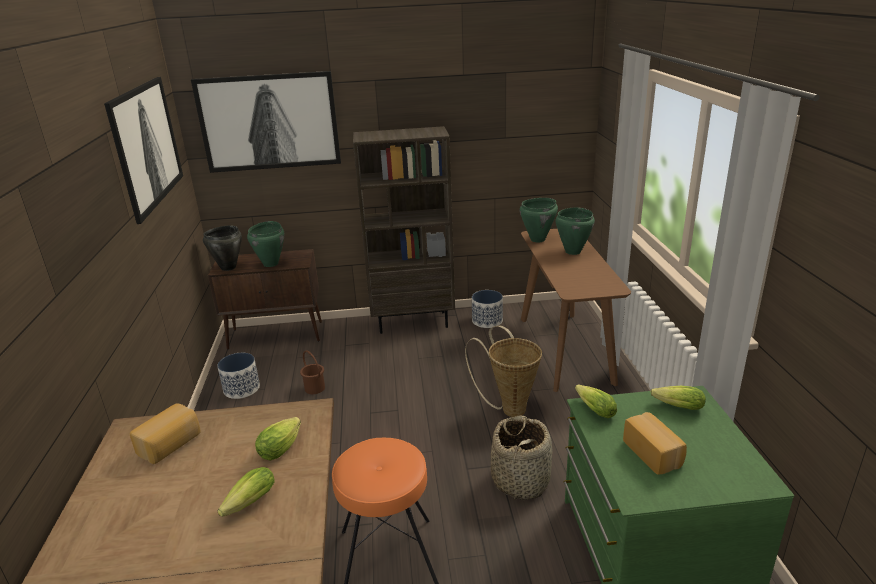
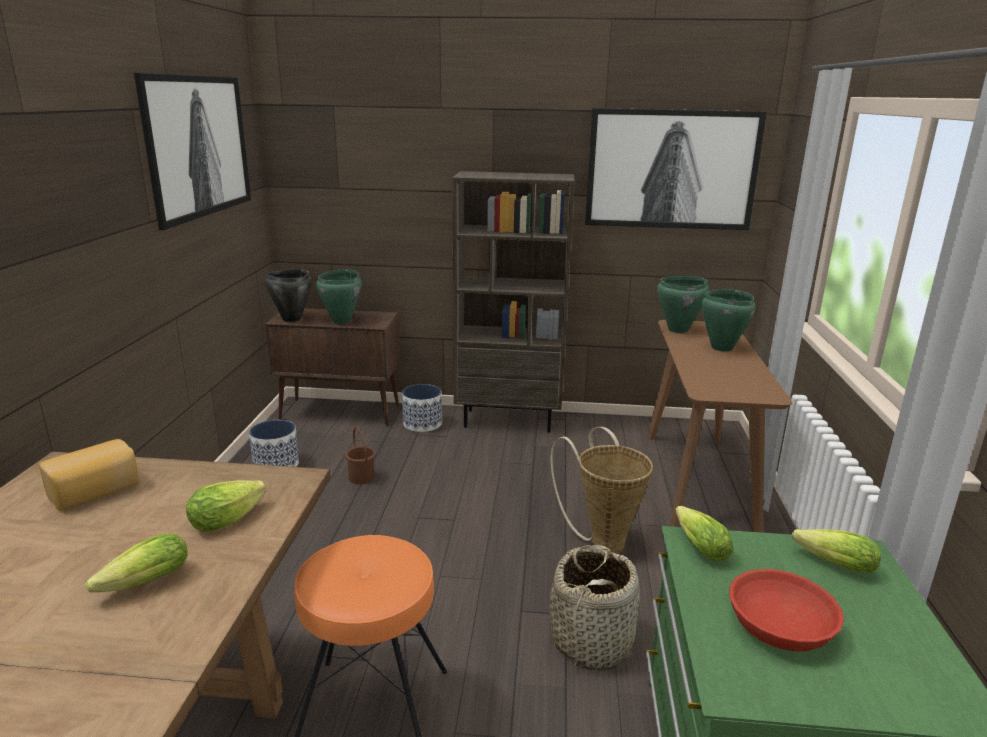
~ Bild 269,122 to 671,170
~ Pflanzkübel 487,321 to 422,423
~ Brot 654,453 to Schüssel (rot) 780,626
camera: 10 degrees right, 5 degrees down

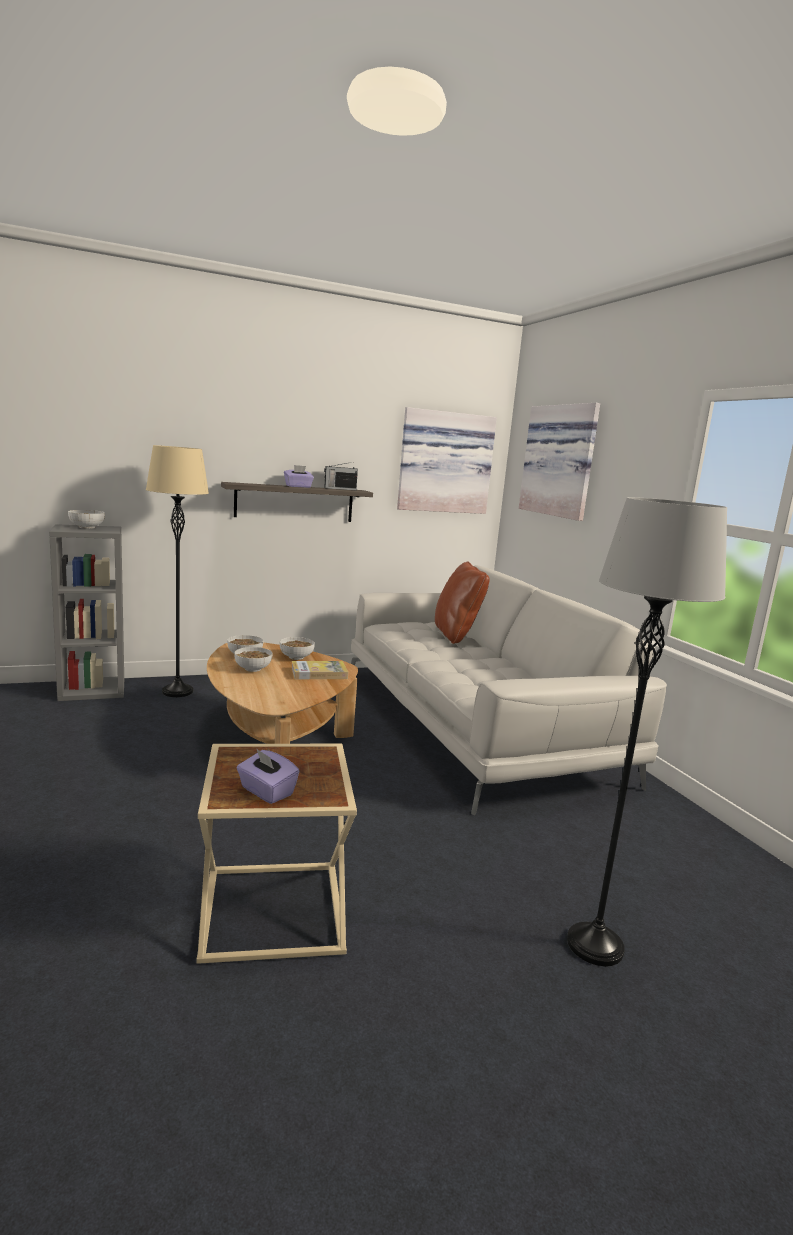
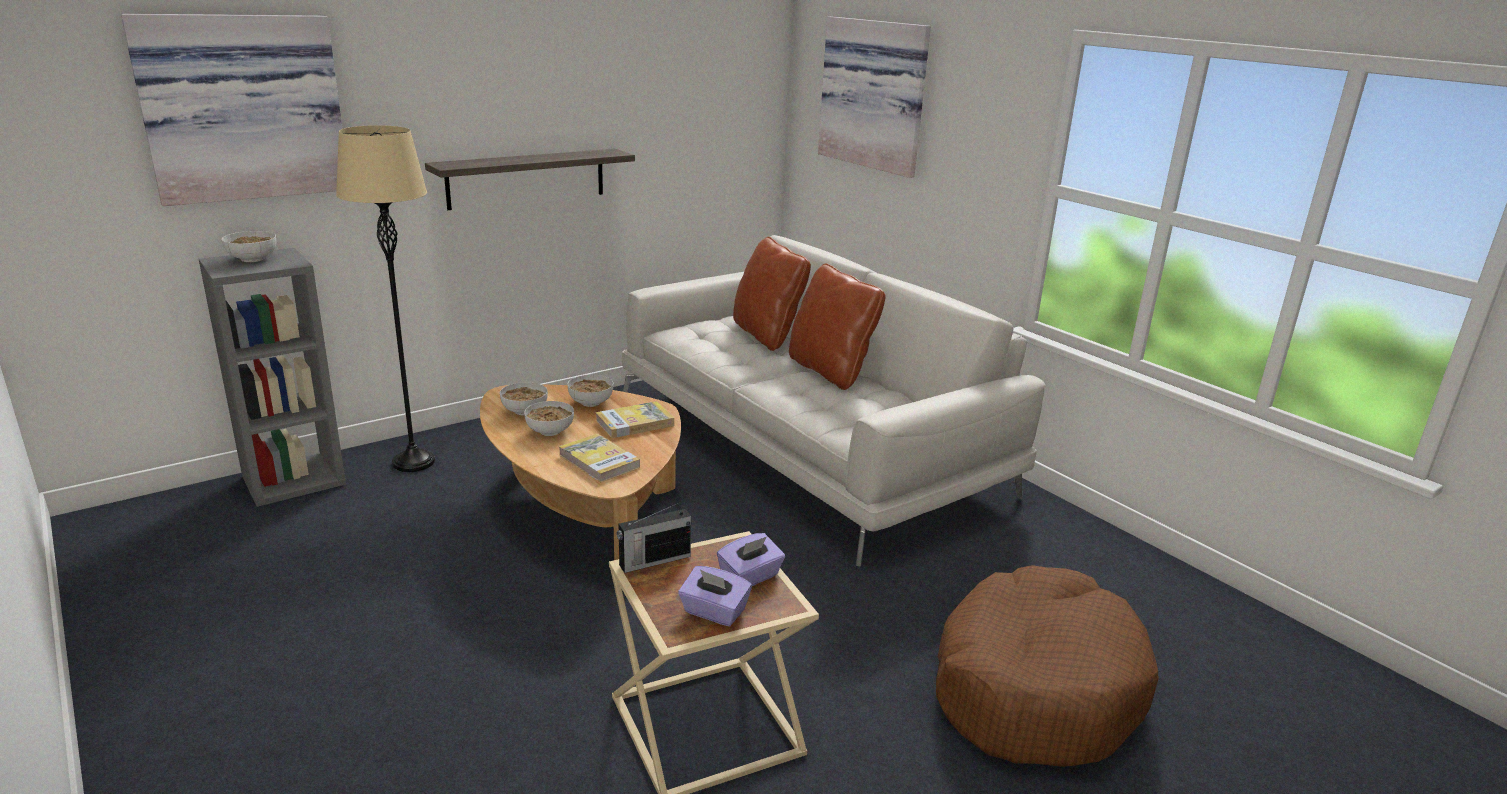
~ Taschentuchbox (lila) 298,486 to 750,577
~ Radio 339,489 to 653,561
~ Bild 444,462 to 243,108
~ Stehlampe (grau) 595,945 to Hundebett (braun) 1035,687
+ Buch 599,461
+ Kissen (braun) 830,371
camera: 15 degrees left, 10 degrees up

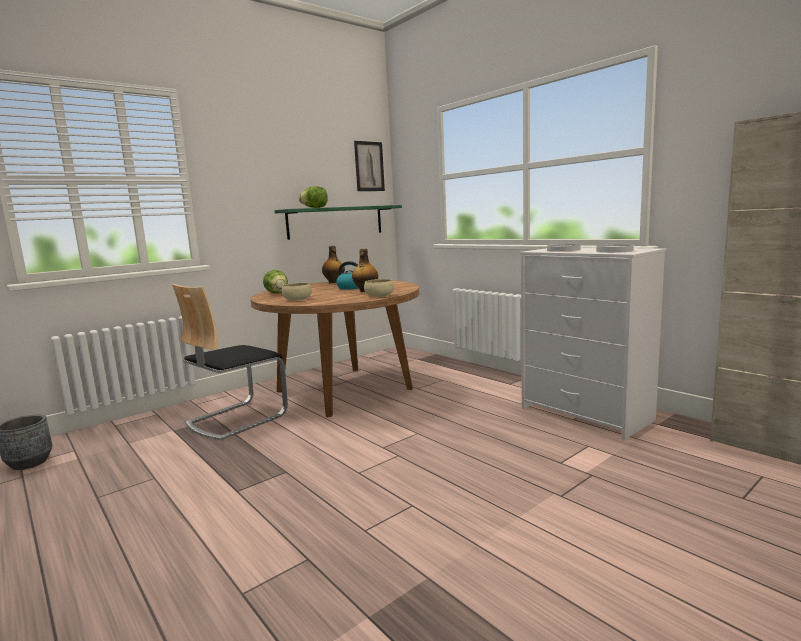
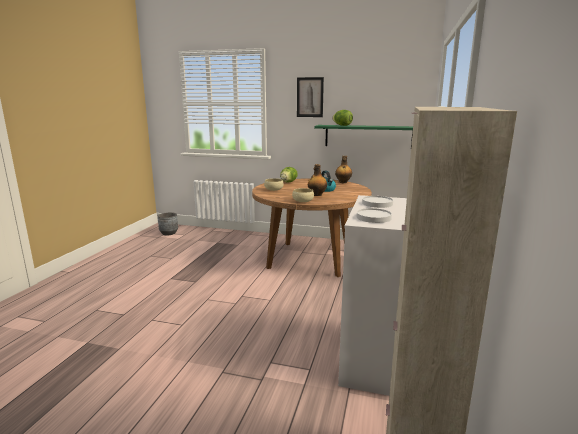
- Stuhl 236,418
~ Bild 369,166 to 310,97
camera: 55 degrees right, 5 degrees up

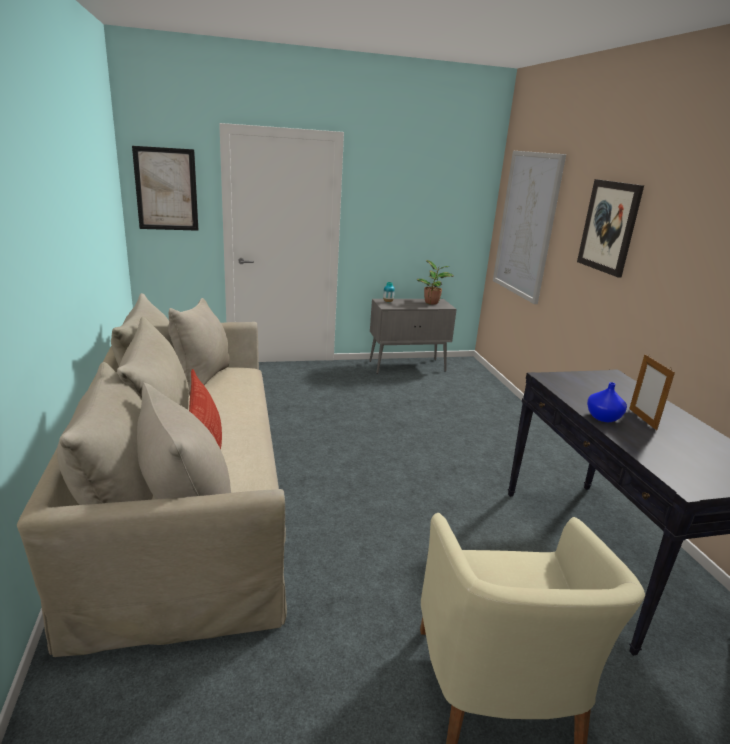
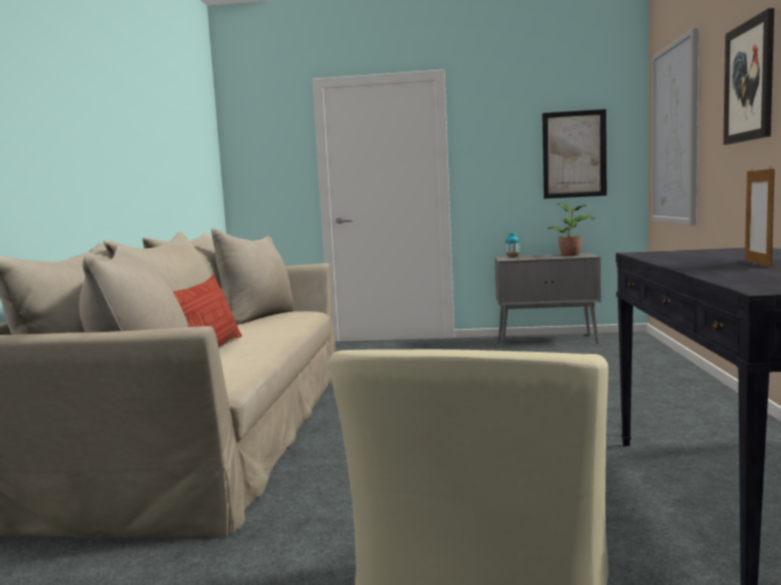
~ Bild 166,189 to 574,154
- Vase (blau) 602,417
camera: 20 degrees right, 15 degrees down

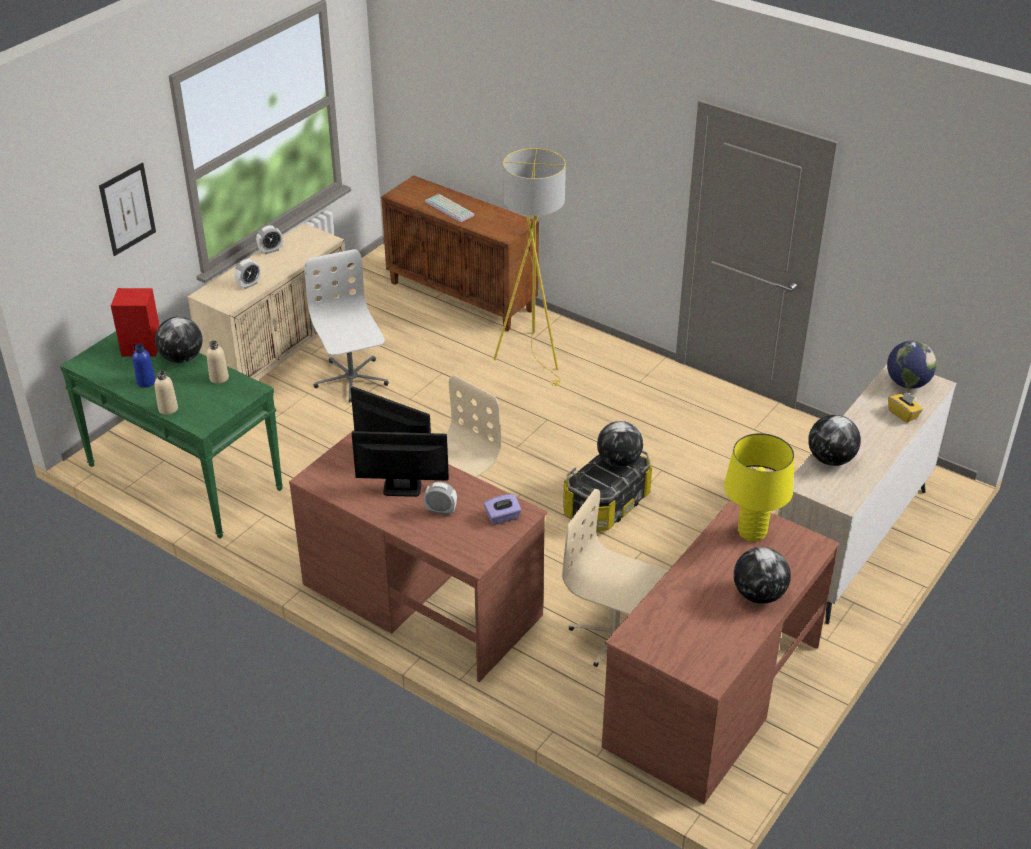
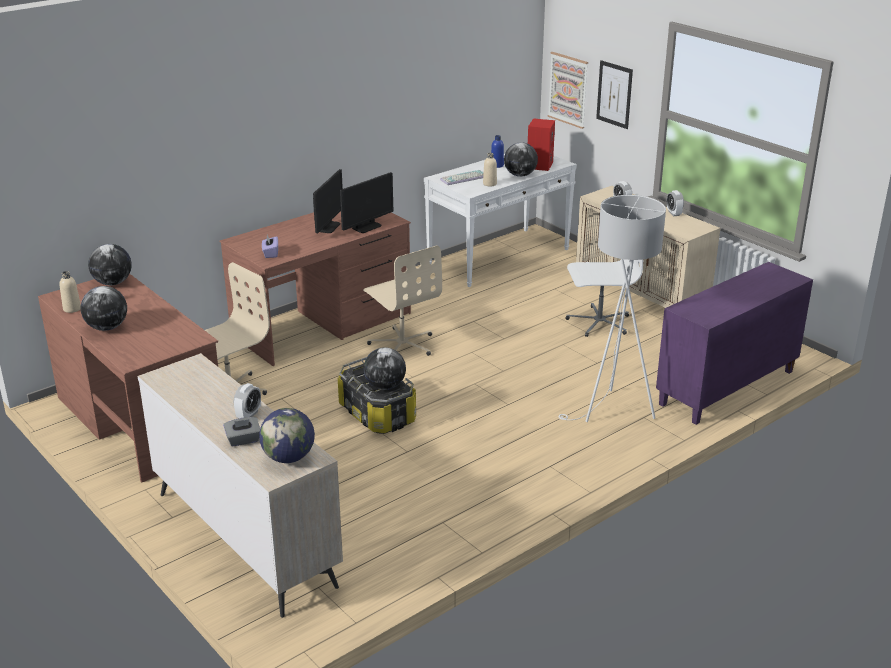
~ Konsolentisch (grün) 184,477 to Konsolentisch (weiß) 499,257
~ Flasche (beige) 168,409 to 72,309
~ Schrank (braun) 462,296 to Schrank (lila) 727,388
~ Wecker 440,511 to 249,415
~ Tastatur 450,208 to 463,178
~ Stehlampe (gelb) 533,355 to Stehlampe (weiß) 613,412
- Tischlampe (gelb) 752,532
~ Globus 831,459 to 113,283
~ Taschentuchbox (gelb) 903,414 to Taschentuchbox (grau) 243,440
+ Bild 568,89
camera: 105 degrees right, 10 degrees down

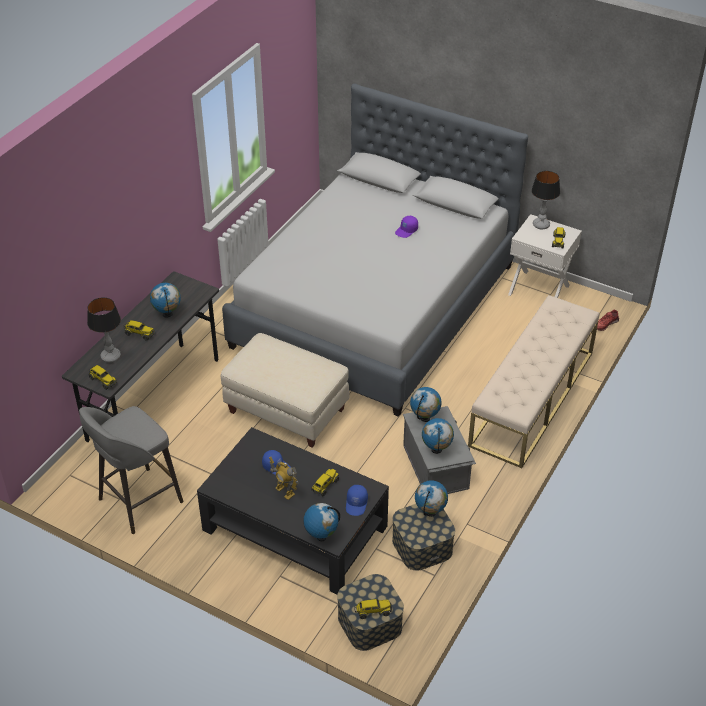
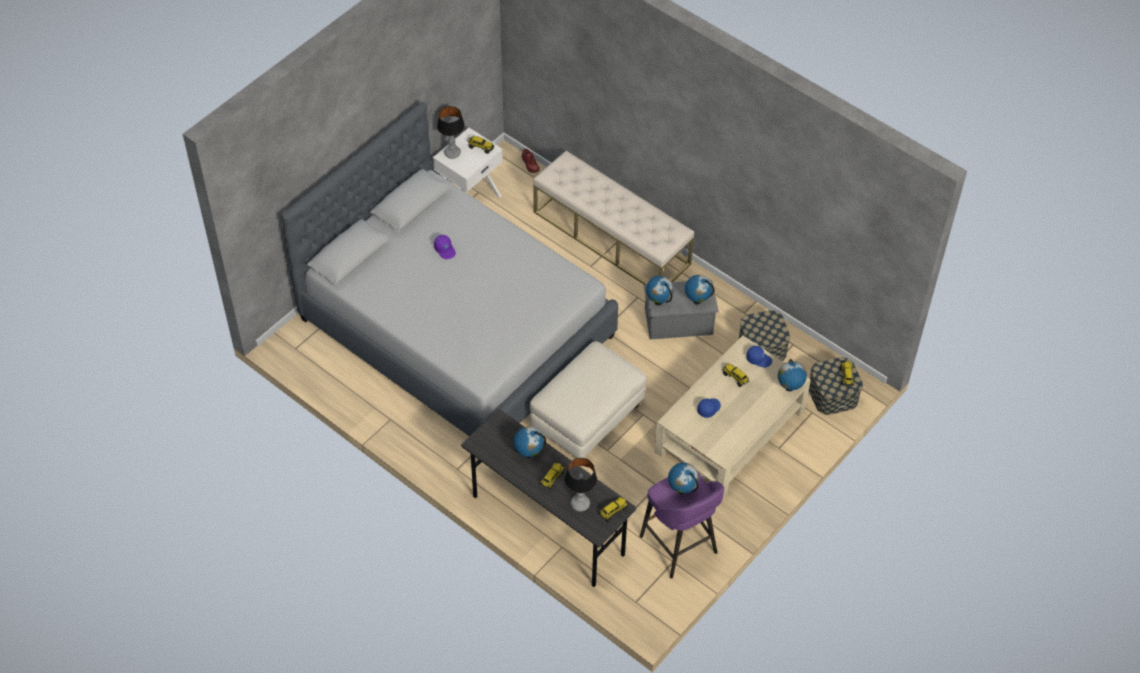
~ Hocker (grau) 138,502 to Hocker (lila) 679,546
~ Couchtisch (schwarz) 295,528 to Couchtisch (beige) 730,430
- Spielzeugroboter 285,491
~ Globus 430,512 to 682,490
camera: 80 degrees left, 10 degrees up

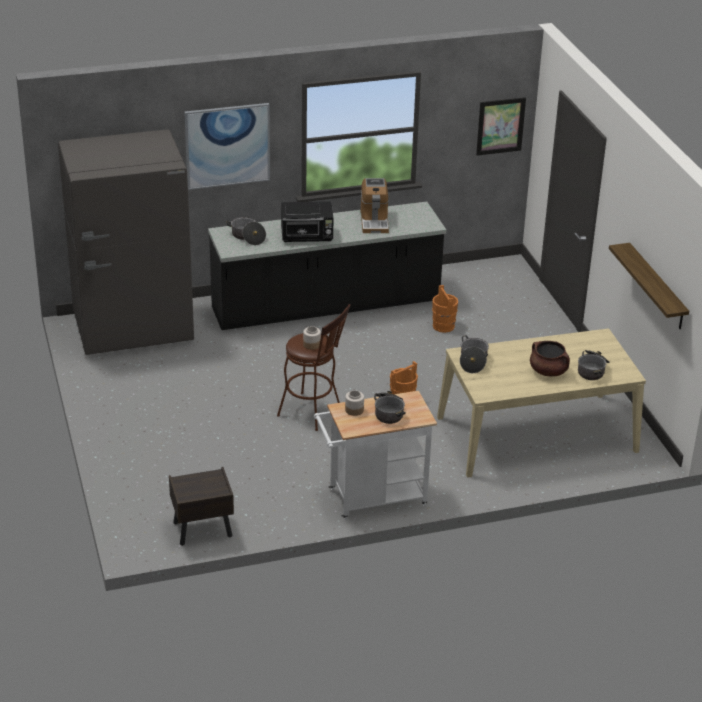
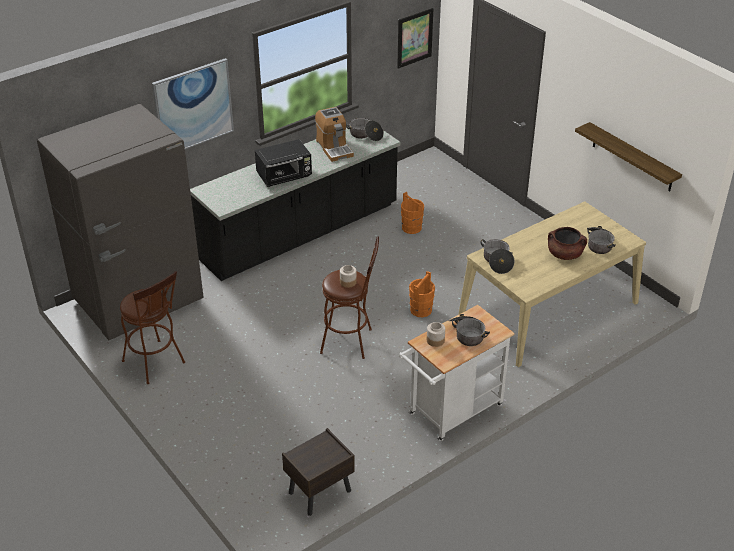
~ Kochtopf 247,237 to 365,135
+ Hocker (braun) 156,364
camera: 20 degrees left, 5 degrees up

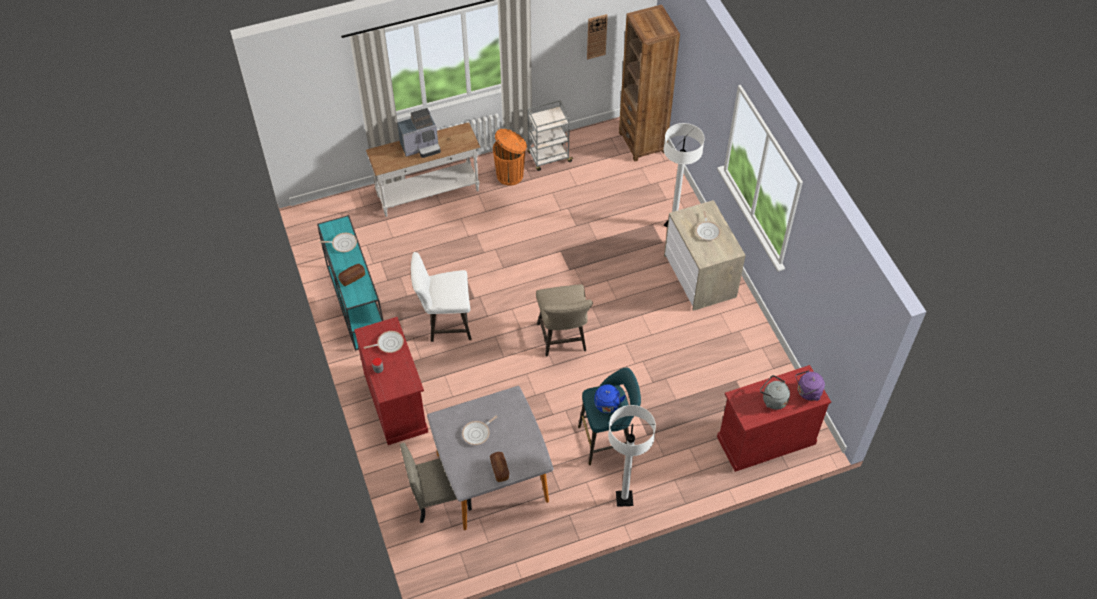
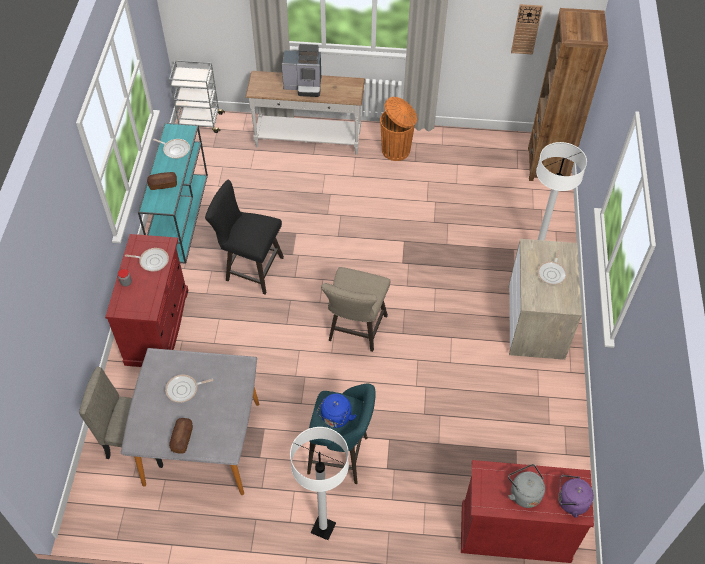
~ Hocker (weiß) 445,323 to Hocker (schwarz) 250,268
~ Rollwagen (grau) 549,157 to 200,122
camera: 25 degrees right, 0 degrees up

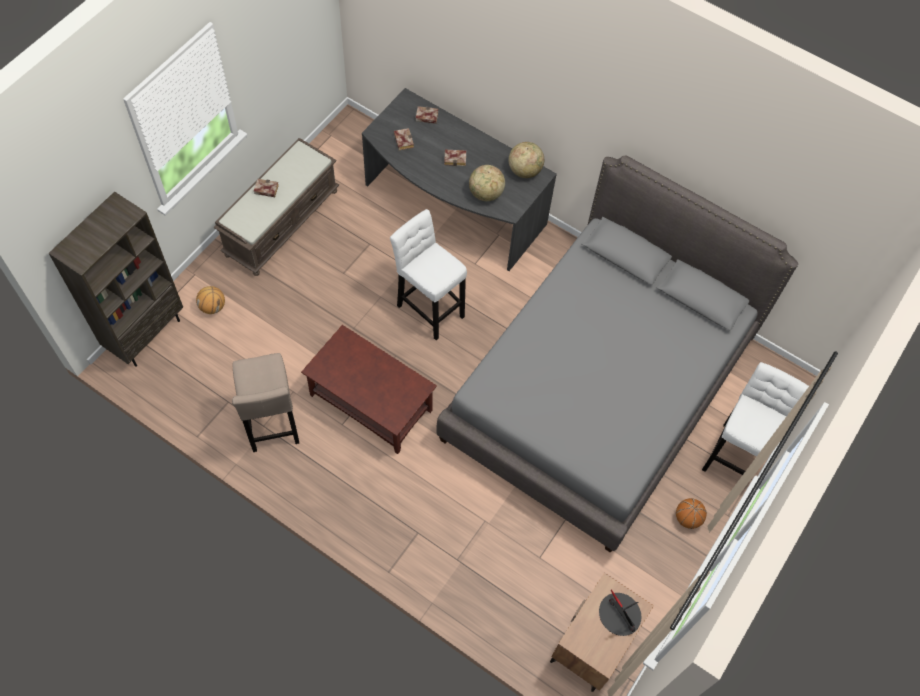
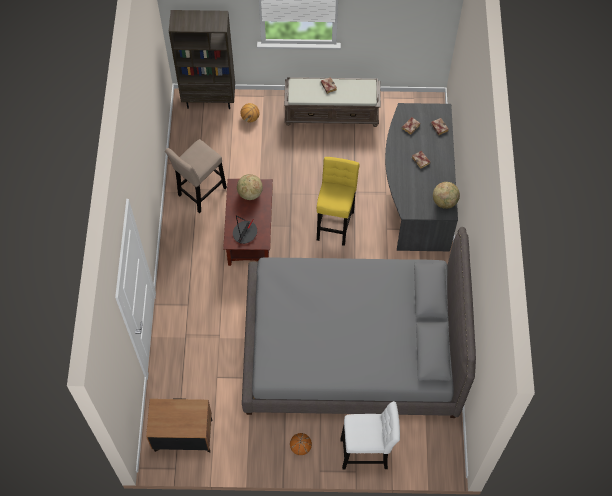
~ Hocker (weiß) 428,308 to Hocker (gelb) 335,223
~ Globus 485,194 to 250,193
~ Tischlampe 619,614 to 245,232
camera: 60 degrees right, 0 degrees up

